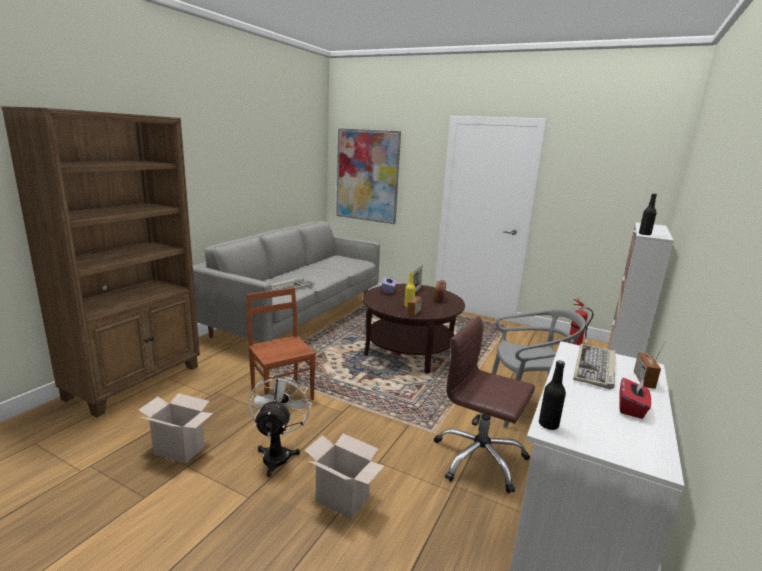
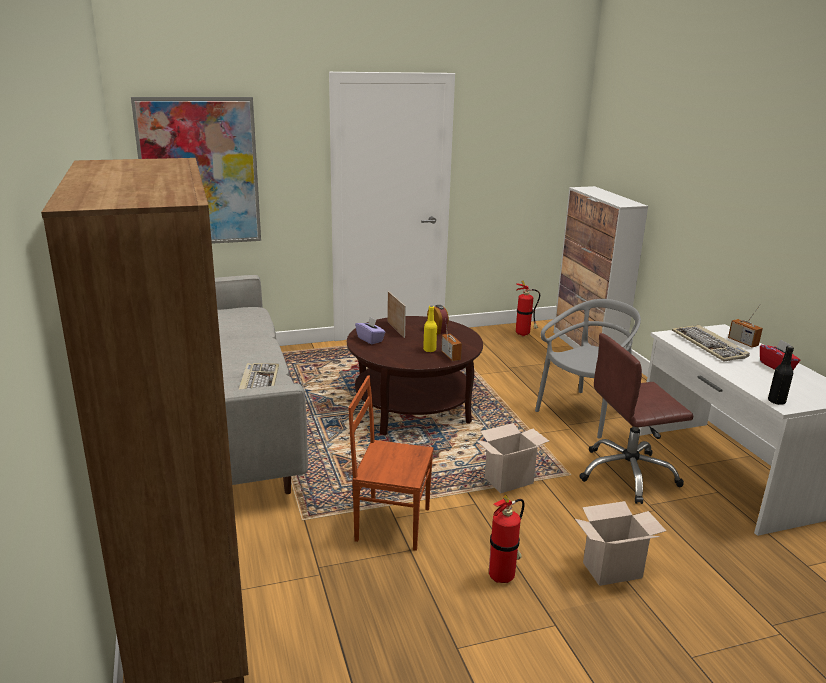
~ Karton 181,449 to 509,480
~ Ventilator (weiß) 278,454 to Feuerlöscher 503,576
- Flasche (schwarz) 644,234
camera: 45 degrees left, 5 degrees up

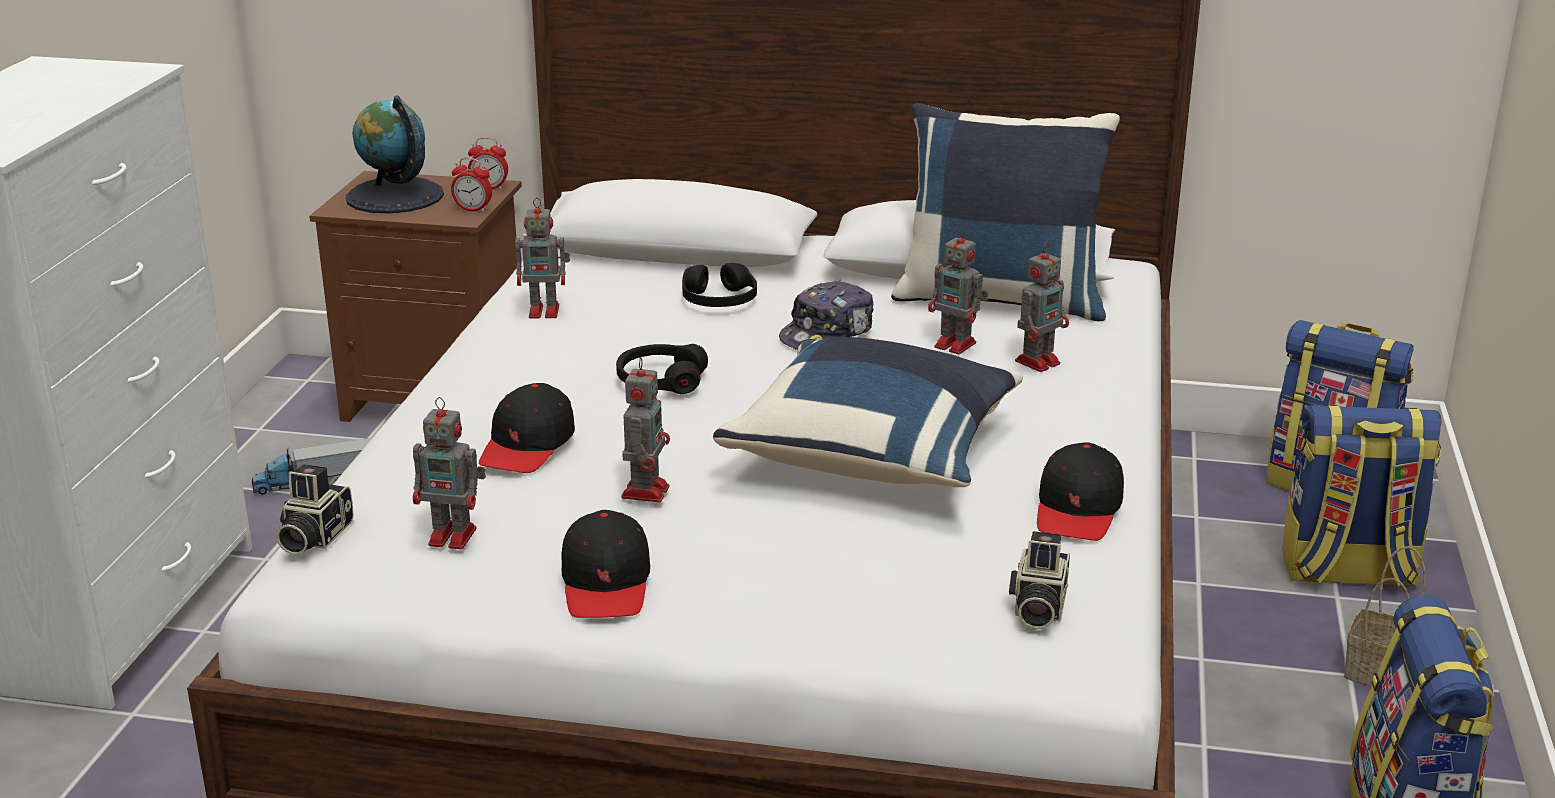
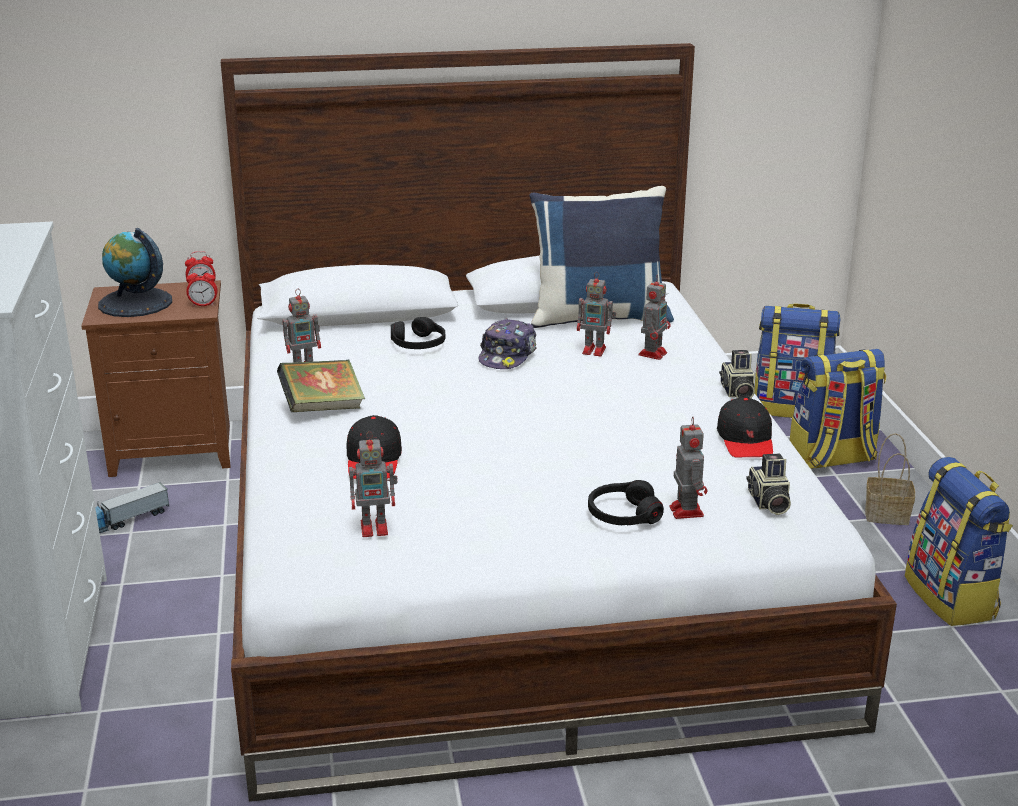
~ Kamera 313,537 to 736,392
- Kappe (schwarz) 606,583
~ Kopfhörer (schwarz) 661,381 to 623,515
~ Spielzeugroboter 646,490 to 685,510
- Kissen (blau) 875,455
+ Buch 322,408
camera: 20 degrees left, 0 degrees up

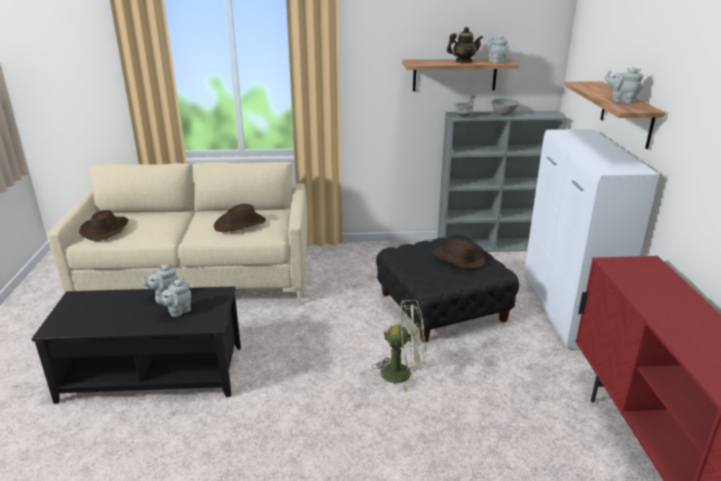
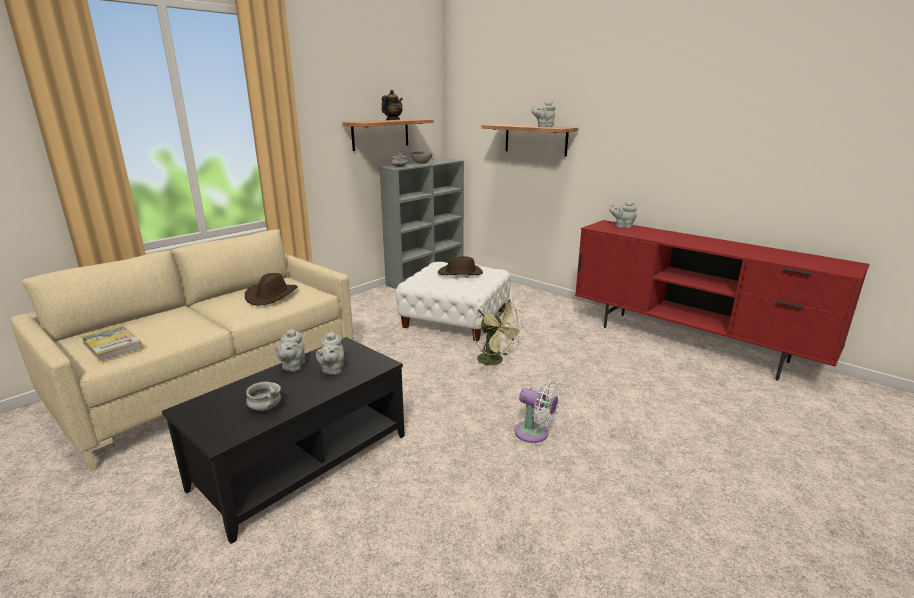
~ Hut (braun) 105,229 to Buch 112,345
~ Ventilator (grün) 403,373 = 495,361 90 degrees clockwise
~ Polsterhocker (schwarz) 442,307 to Polsterhocker (weiß) 455,319
~ Teekanne (grau) 496,62 to 622,226
- Schrank (weiß) 566,312
+ Schüssel (grau) 266,408
+ Ventilator (weiß) 535,434
camera: 45 degrees left, 5 degrees down

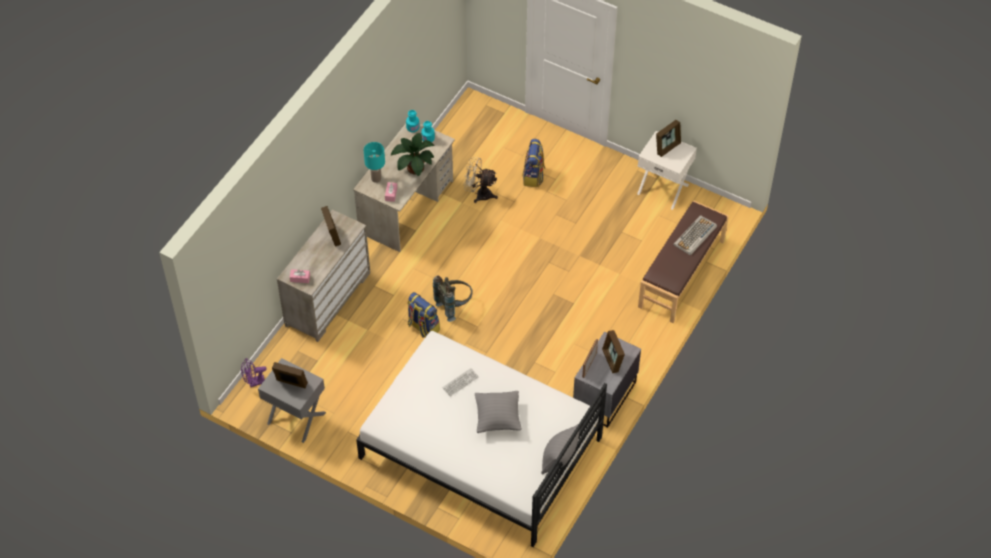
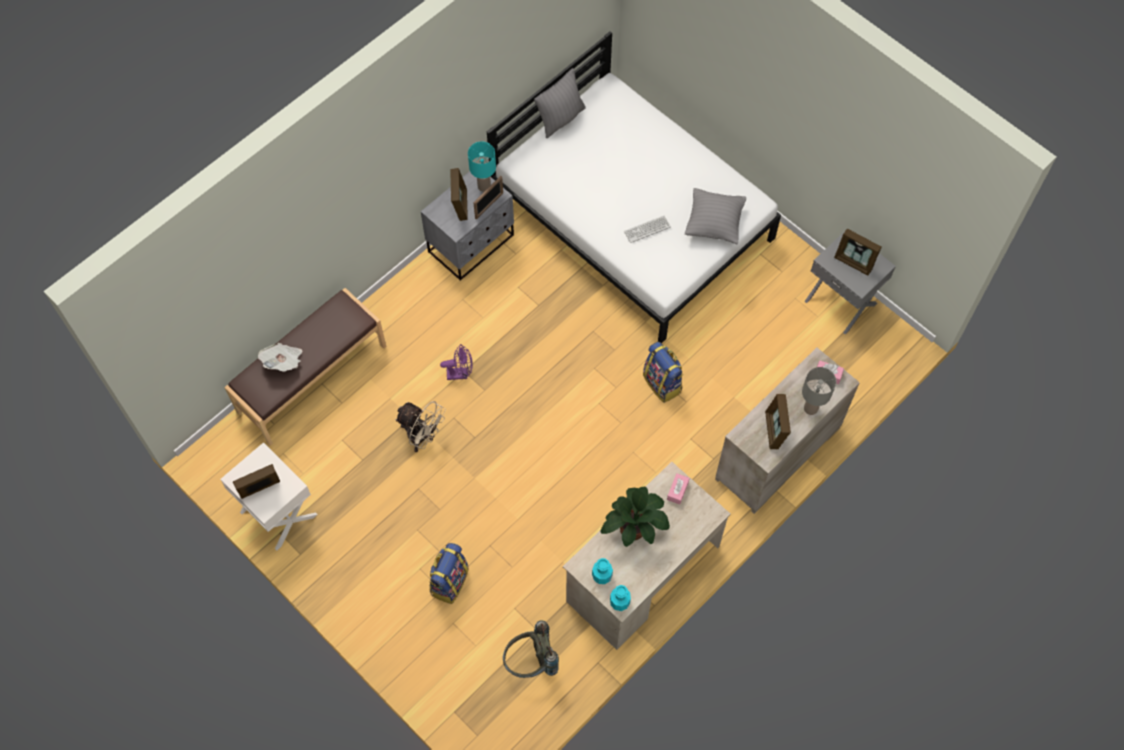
~ Ventilator (lila) 254,382 to 460,373
~ Tischlampe (türkis) 376,178 to 483,186
~ Rucksack (grau) 454,305 to 531,662
~ Ventilator (beige) 479,194 to 422,437
~ Kissen (grau) 497,418 to 714,224
~ Tastatur 695,236 to Zeitung 283,362
+ Tischlampe (grau) 811,408
camera: 165 degrees left, 10 degrees up

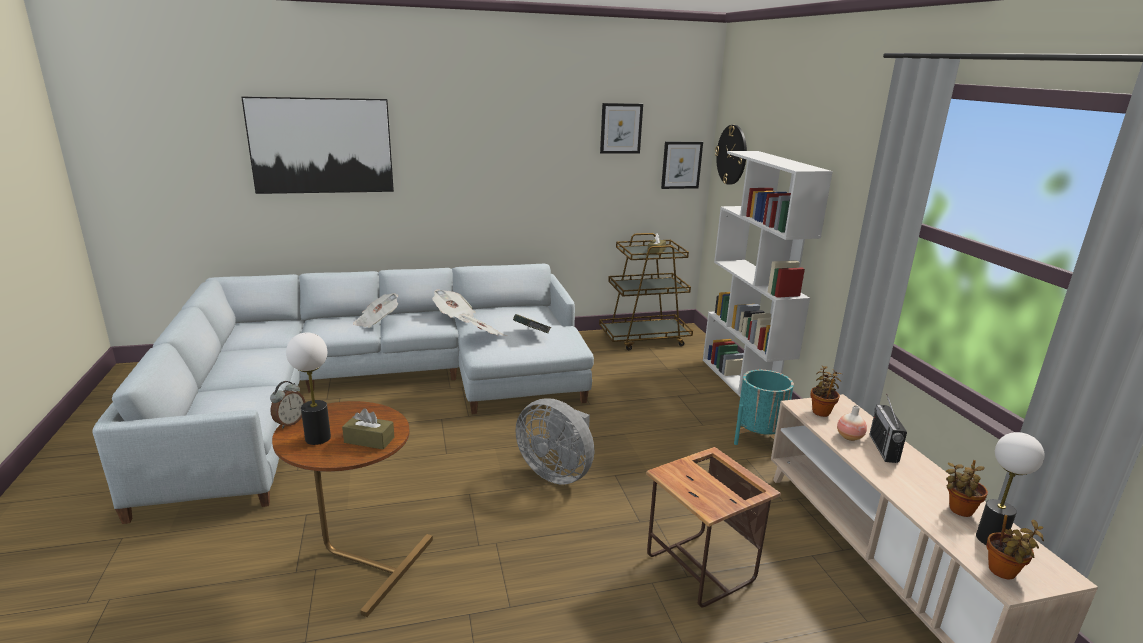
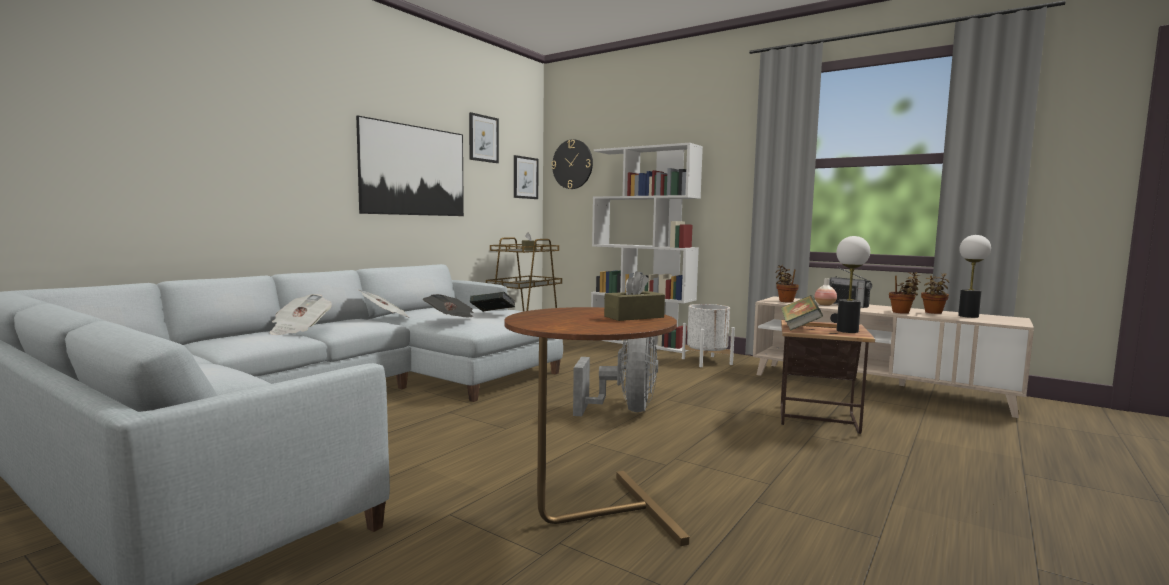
~ Bild 321,146 to 414,170
- Wecker 289,422
~ Tischlampe 318,438 to 847,331
~ Ventilator (grau) 557,472 = 625,410 75 degrees counterclockwise
~ Pflanzkübel (türkis) 758,438 to Pflanzkübel (weiß) 706,361
~ Topfpflanze 1003,573 to 902,312
+ Buch 799,327
camera: 40 degrees left, 15 degrees down

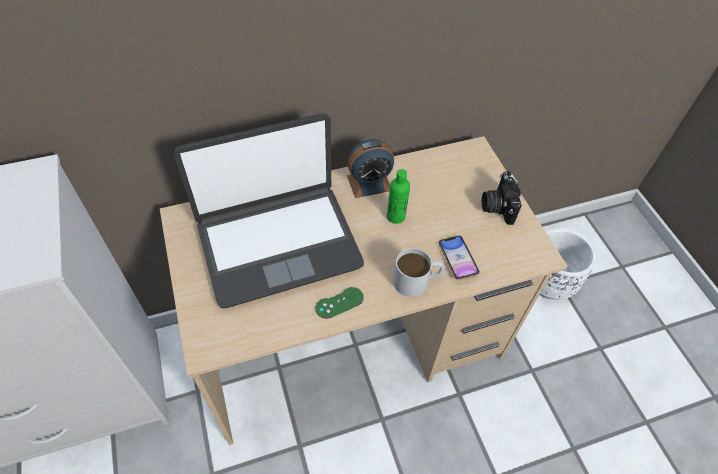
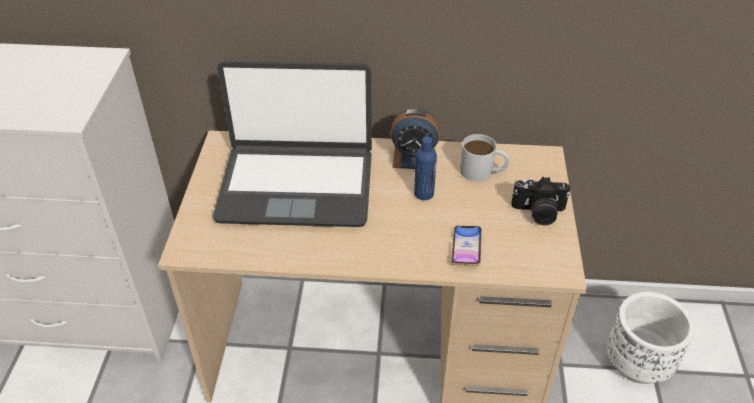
- Gamepad (grün) 339,303
~ Flasche (grün) 396,216 to Flasche (blau) 424,193
~ Henkelbecher (weiß) 417,281 to 483,171
~ Kamera 497,206 = 538,213 105 degrees counterclockwise
camera: 25 degrees right, 10 degrees down

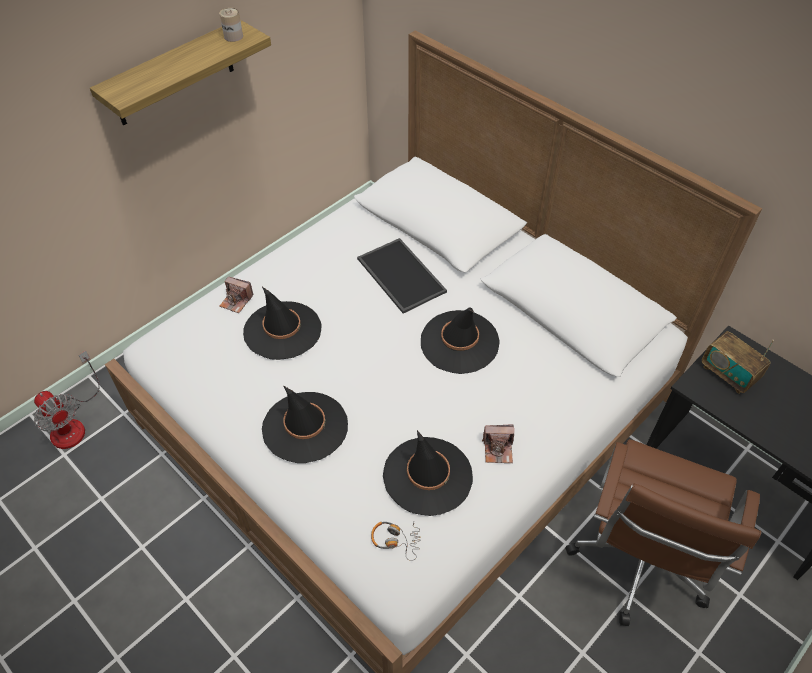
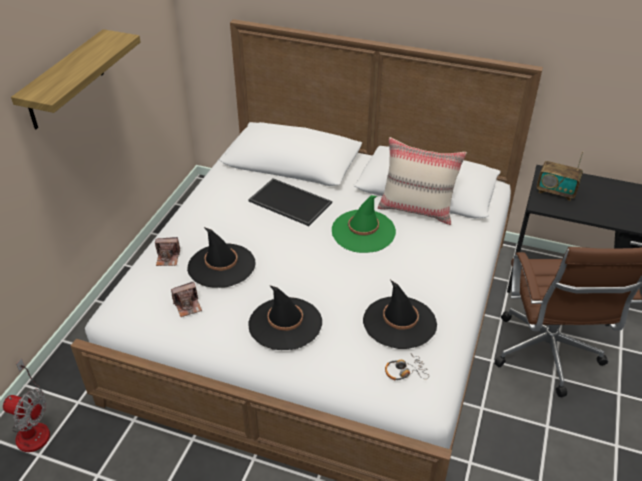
- Dose 233,36
~ Hut (schwarz) 459,342 to Hut (grün) 363,231
~ Kamera 498,449 to 188,306
+ Kissen (beige) 417,209
camera: 25 degrees left, 10 degrees down

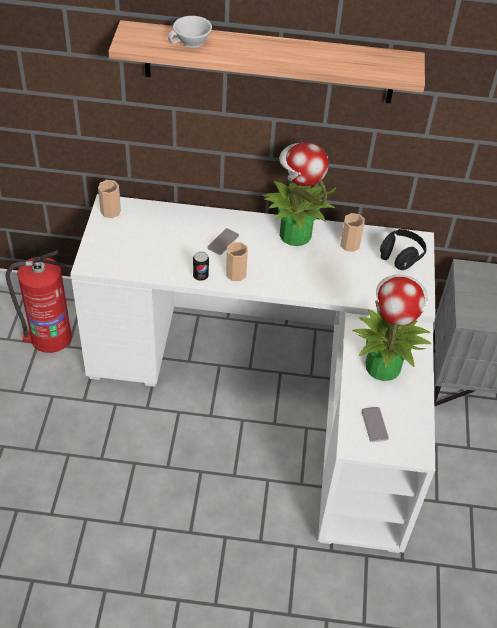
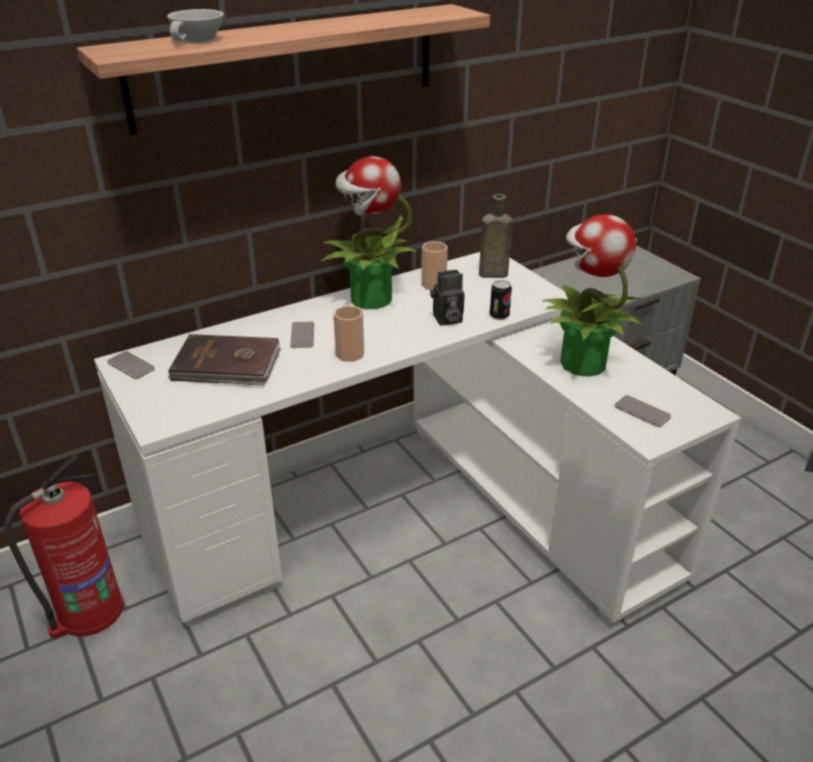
~ Tasse 110,211 to Handy 131,366
~ Dose 200,276 to 499,315
~ Kopfhörer (schwarz) 401,257 to Flasche (braun) 491,274
+ Buch (braun) 227,365
+ Kamera 446,319
camera: 35 degrees left, 15 degrees down

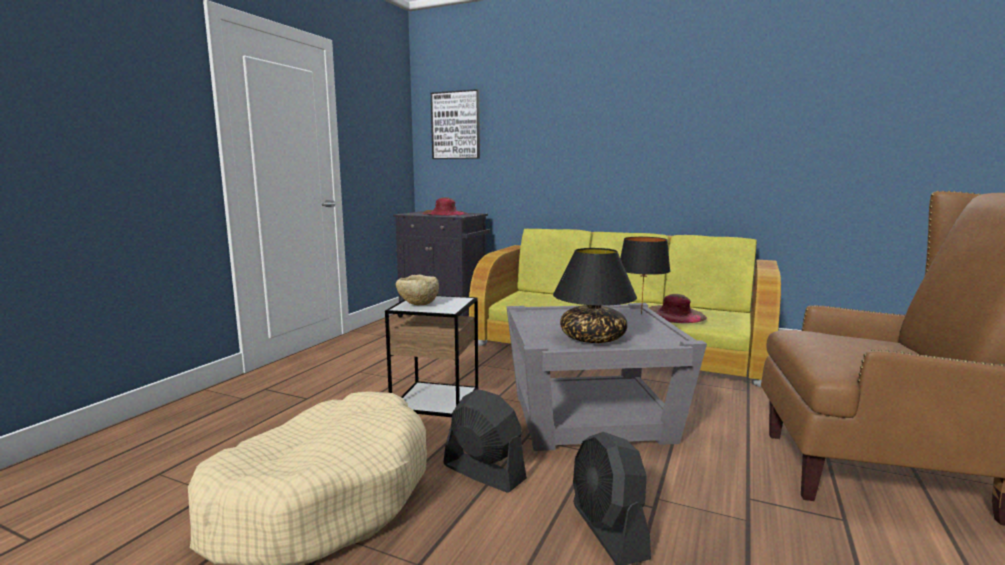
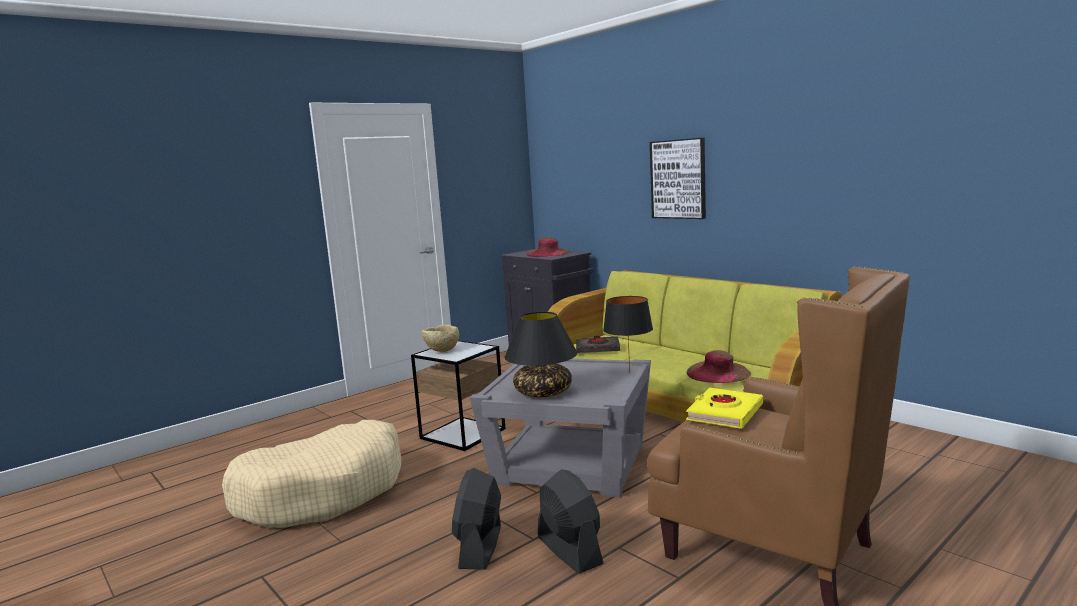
~ Bild 456,125 to 678,179
~ Ventilator (schwarz) 483,472 to 569,550
+ Buch (schwarz) 597,348
+ Buch (gelb) 724,413
camera: 25 degrees right, 0 degrees up

